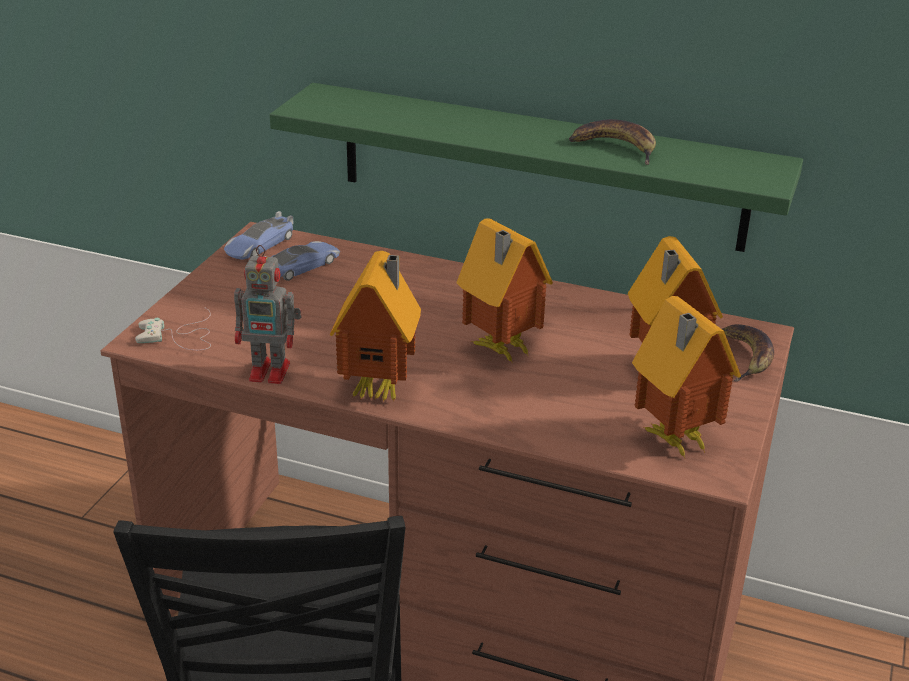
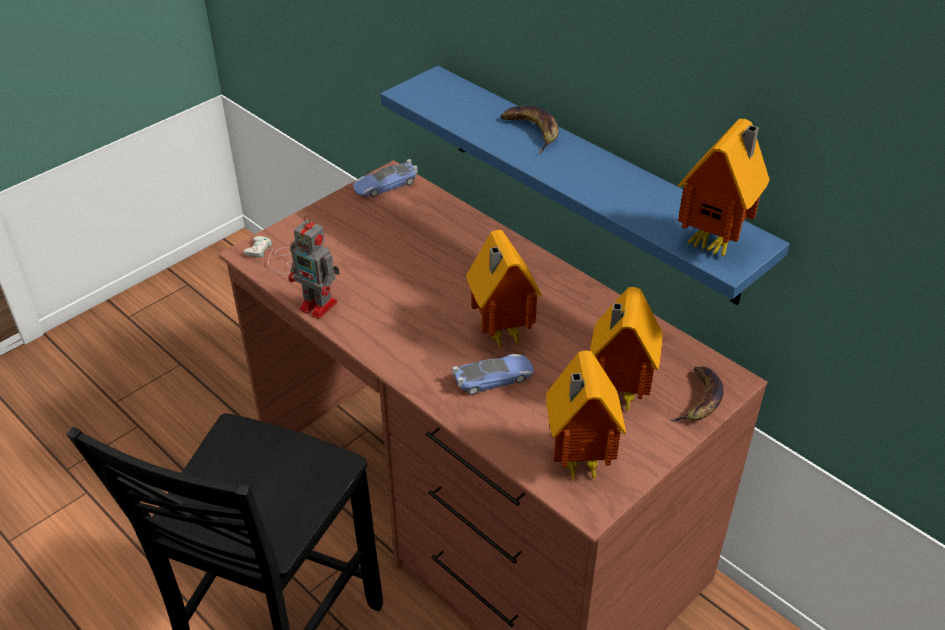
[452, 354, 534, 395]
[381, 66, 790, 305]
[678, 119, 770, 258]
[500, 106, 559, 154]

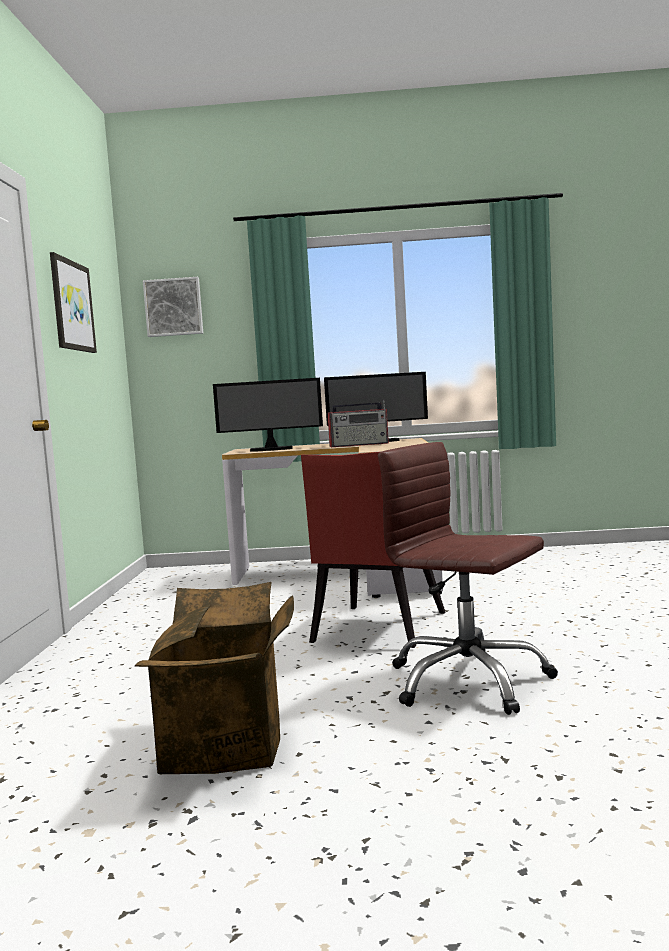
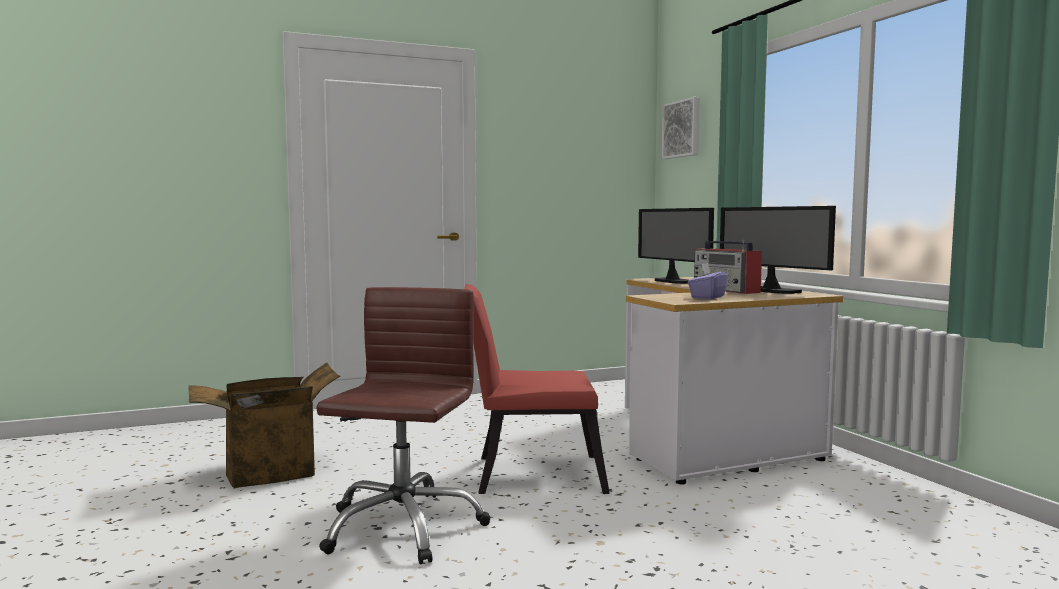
[50, 252, 97, 353] (first image)
[688, 263, 728, 299]

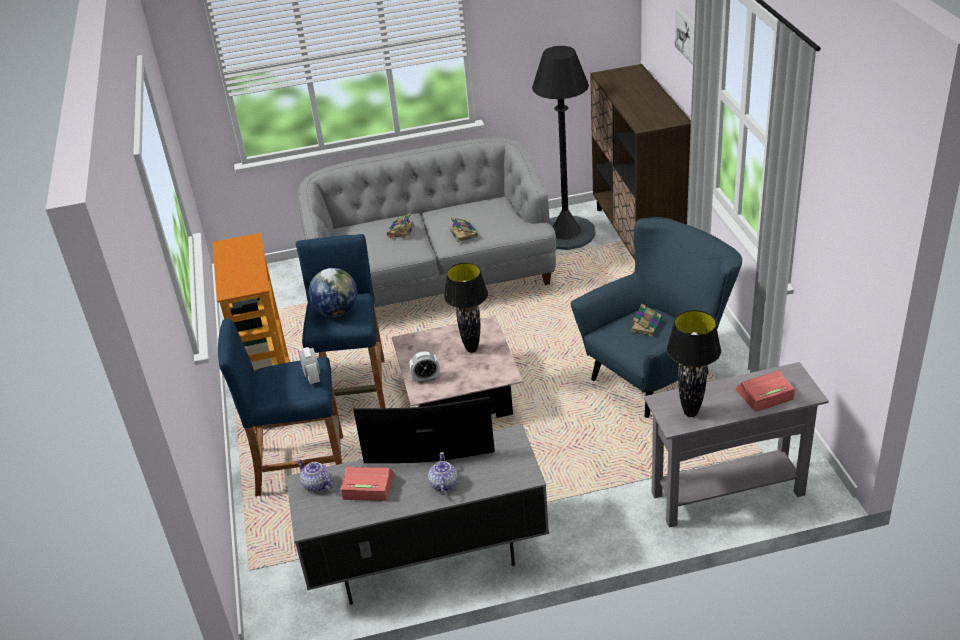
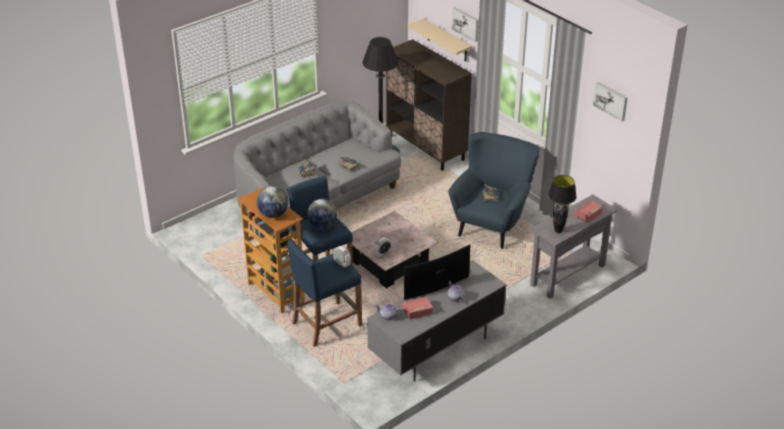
[444, 263, 488, 353] (first image)
[257, 186, 288, 218]
[408, 19, 473, 62]
[593, 82, 628, 121]

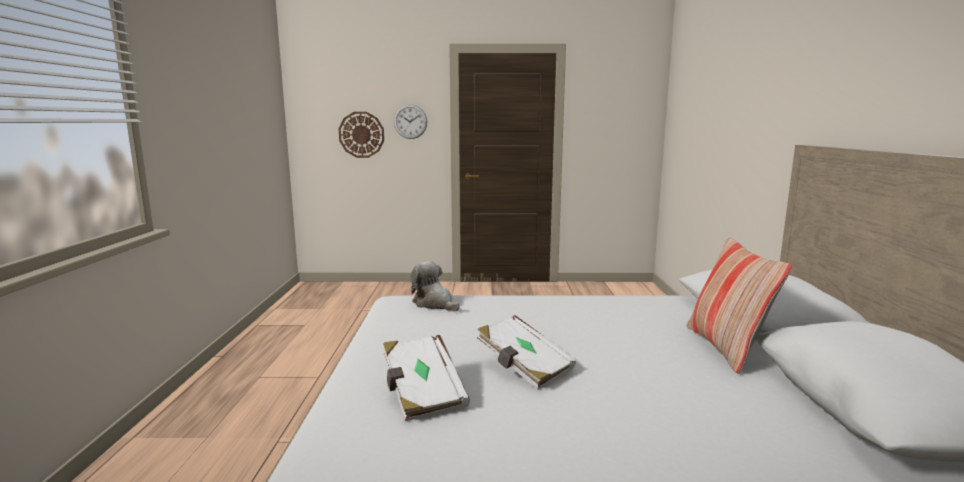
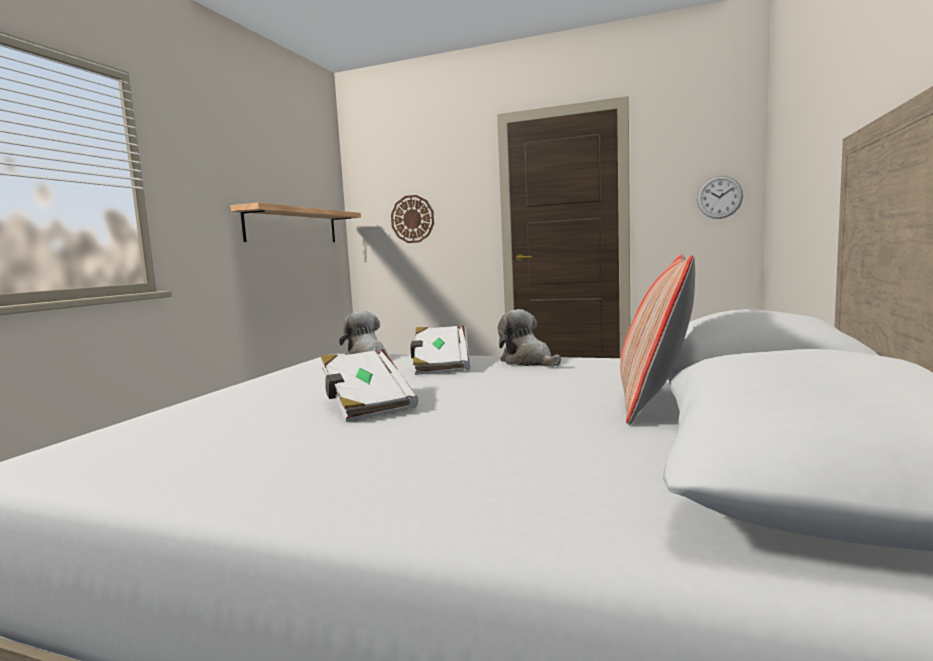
[410, 326, 470, 375]
[697, 176, 743, 219]
[230, 202, 361, 242]
[497, 309, 561, 367]

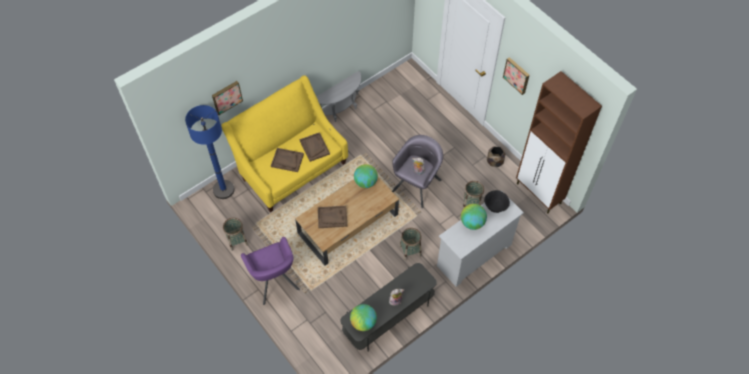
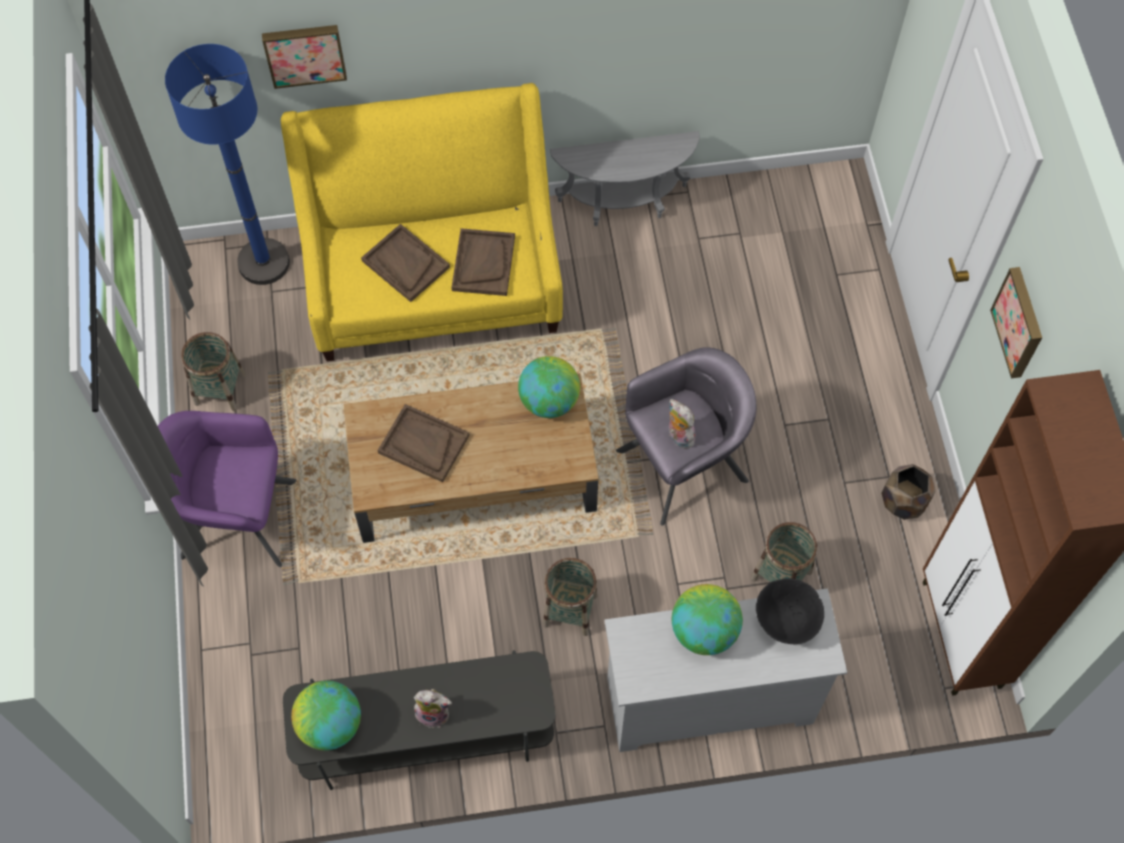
[158, 411, 296, 567]

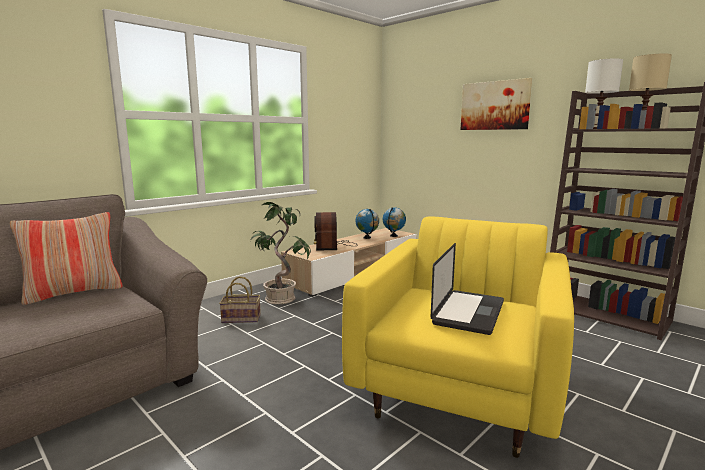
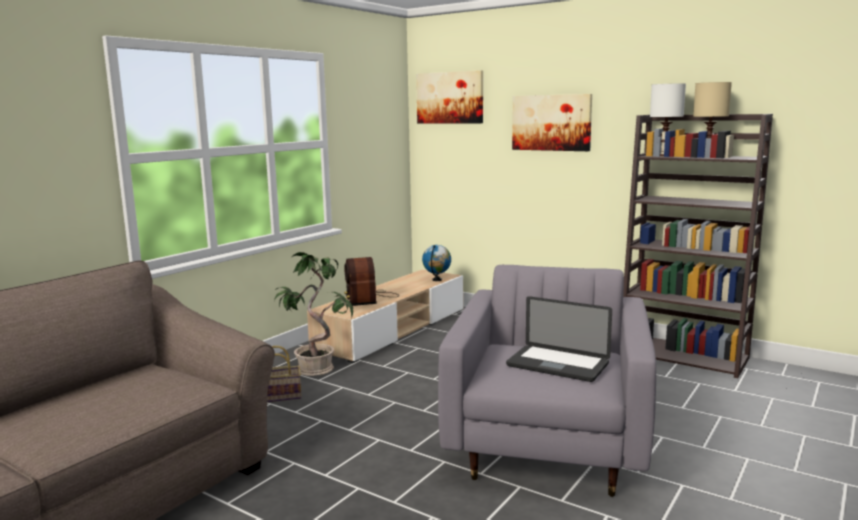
[10, 212, 123, 305] (first image)
[438, 265, 656, 497]
[355, 209, 379, 239] (first image)
[506, 296, 612, 382]
[416, 70, 483, 124]

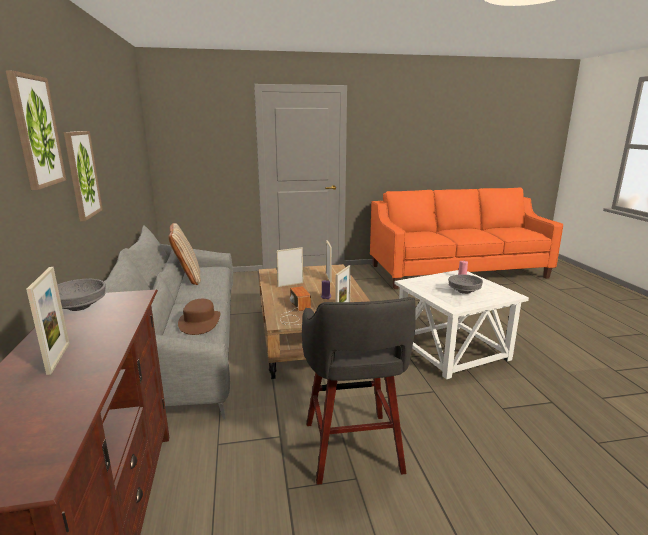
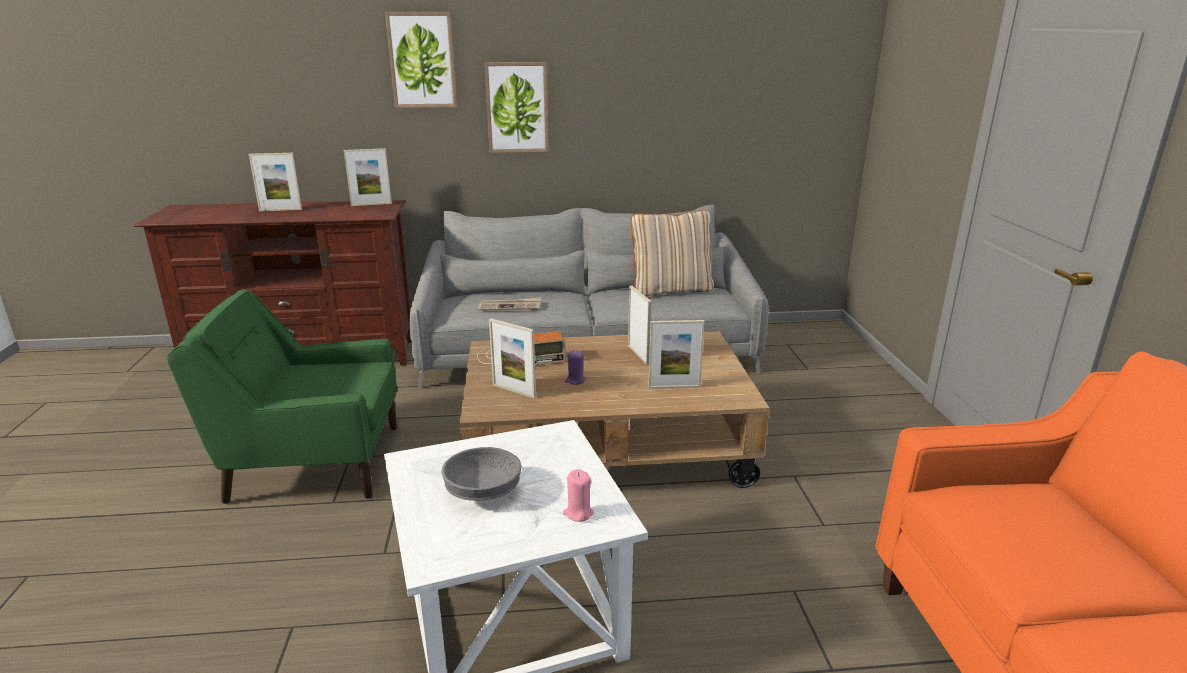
[344, 148, 392, 206]
[478, 297, 541, 311]
[167, 289, 397, 504]

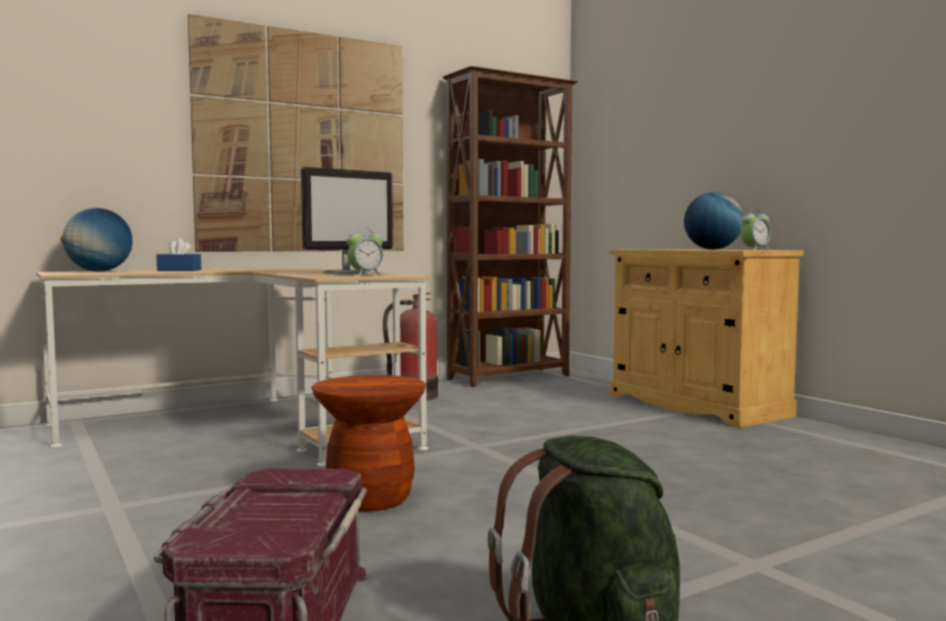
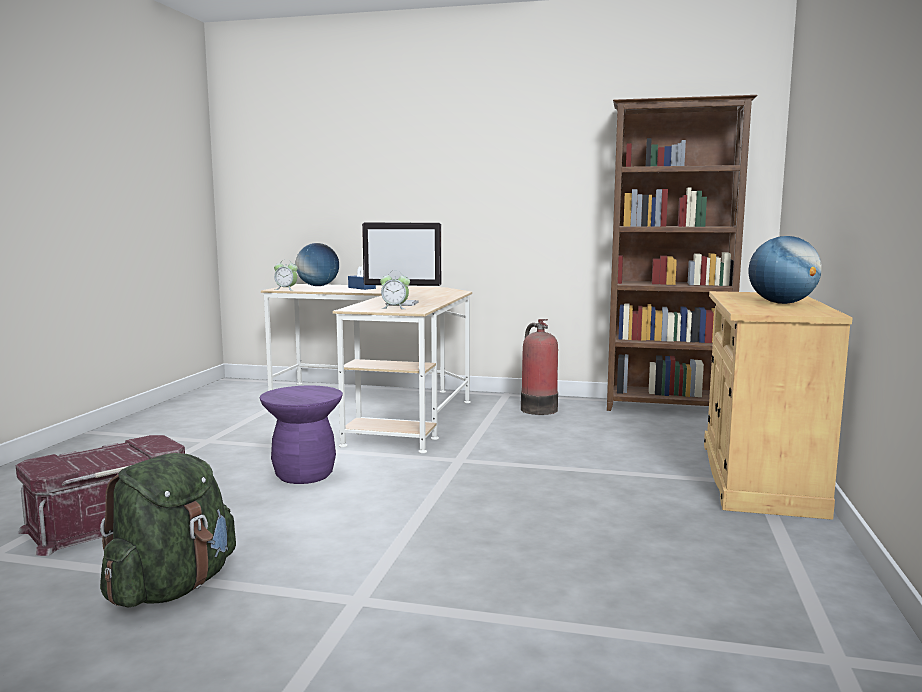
[188, 14, 404, 252] (first image)
[259, 385, 343, 484]
[274, 259, 298, 290]

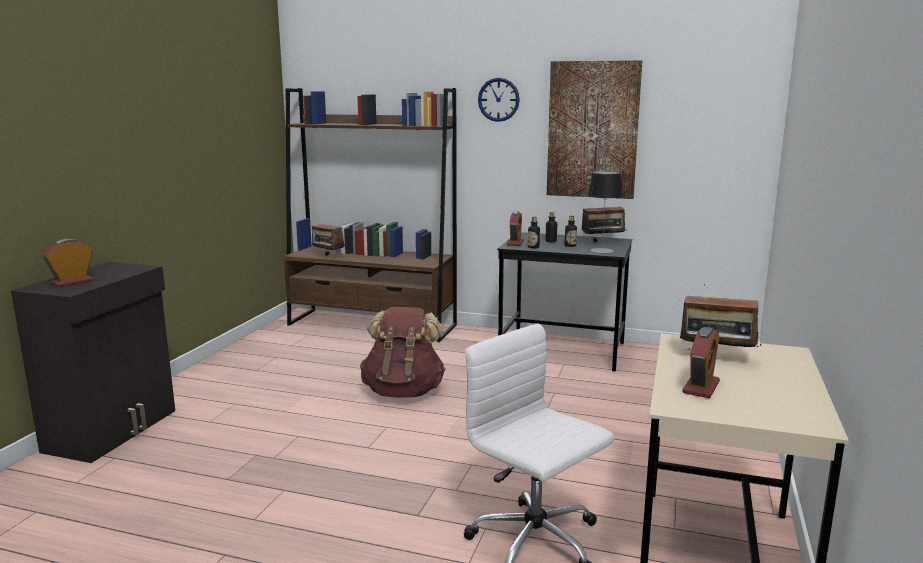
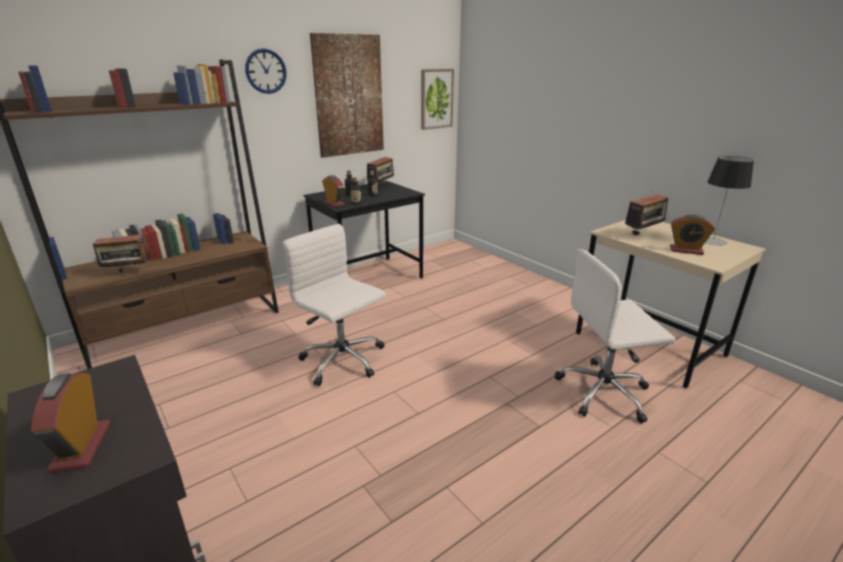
[283, 224, 386, 386]
[705, 156, 754, 246]
[670, 214, 715, 255]
[421, 69, 454, 130]

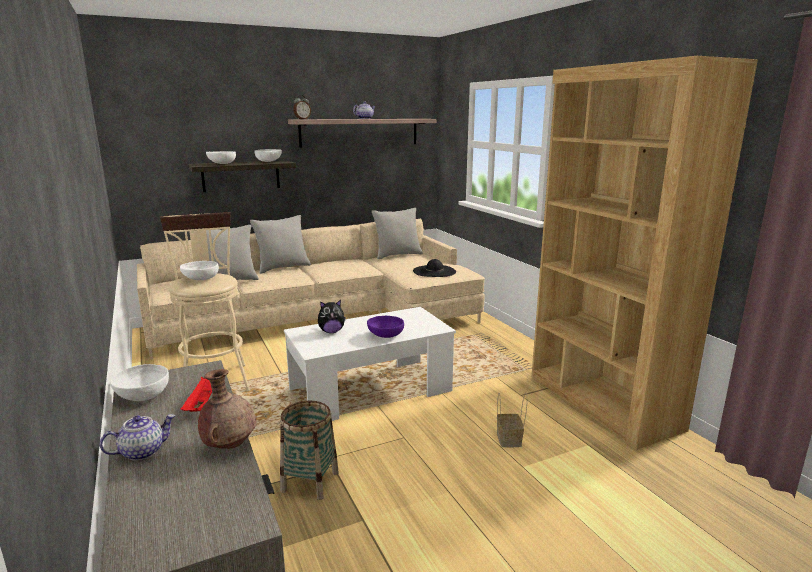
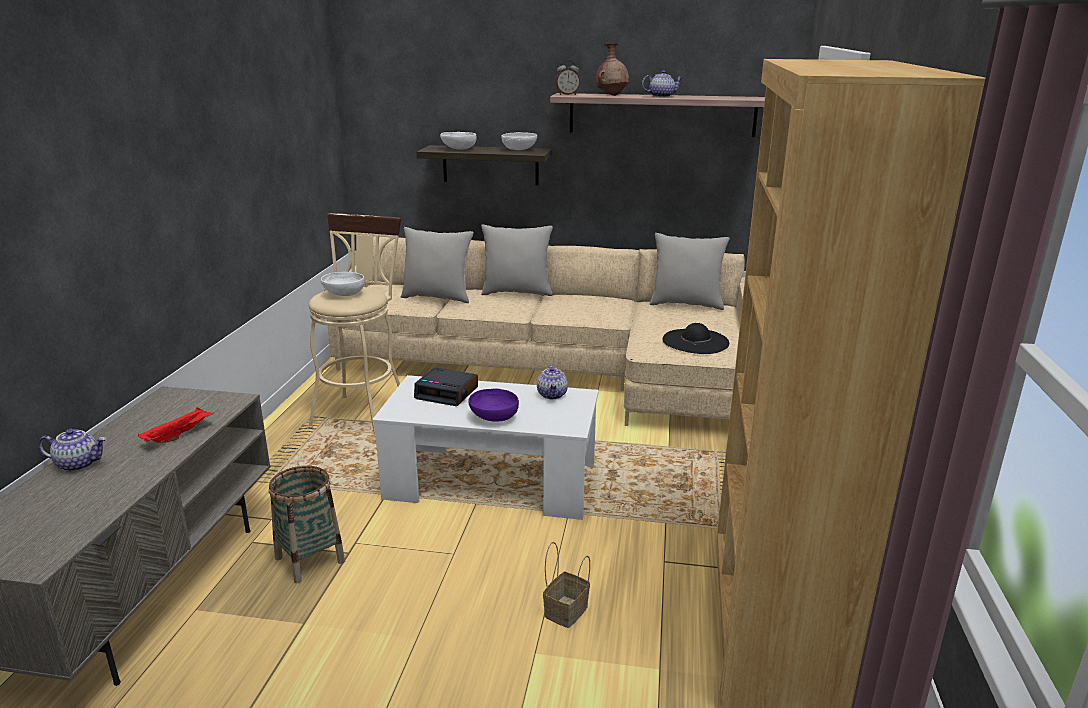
[110, 364, 169, 401] (first image)
[596, 43, 629, 96]
[414, 368, 478, 406]
[537, 364, 568, 399]

